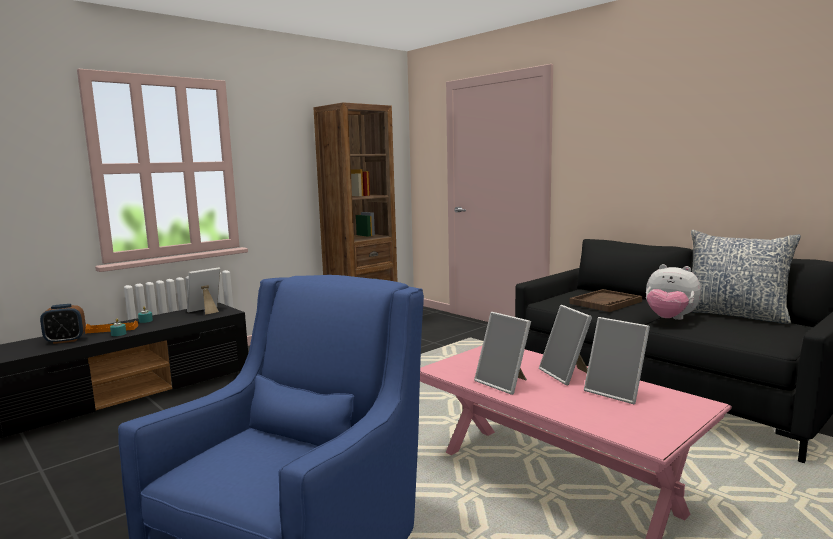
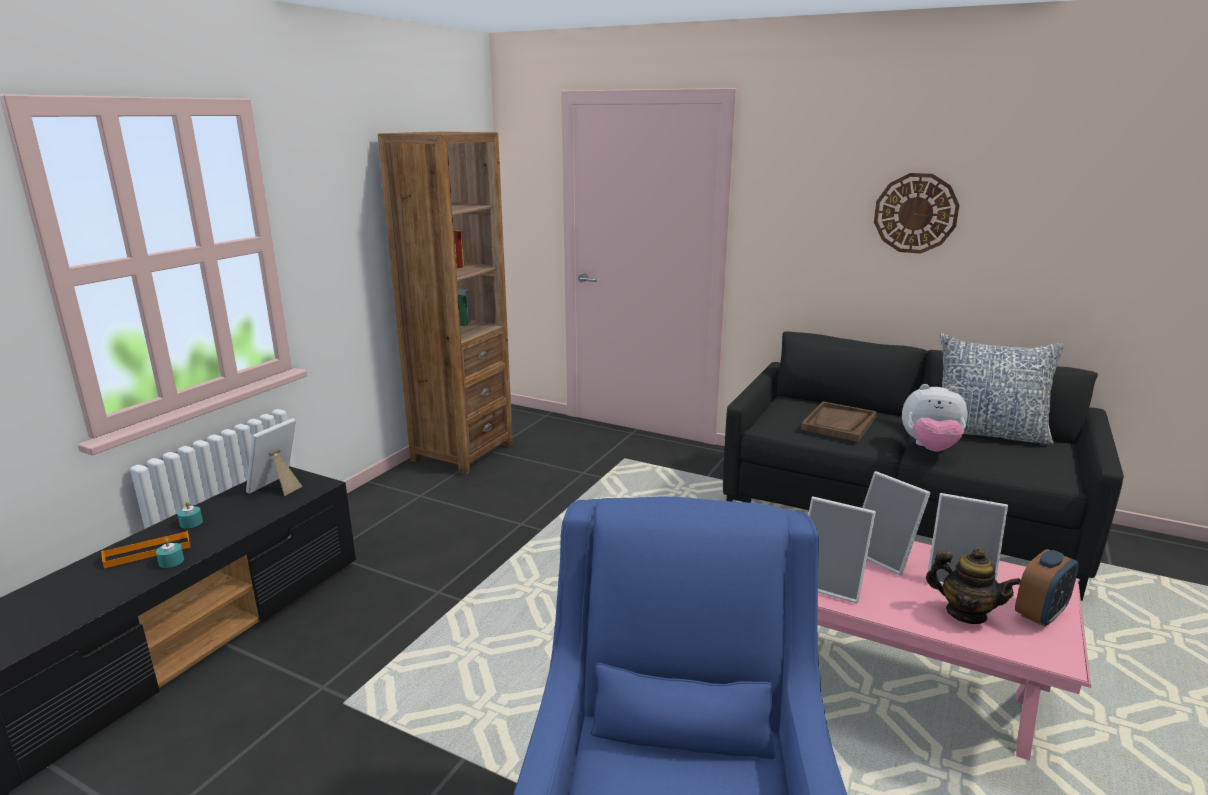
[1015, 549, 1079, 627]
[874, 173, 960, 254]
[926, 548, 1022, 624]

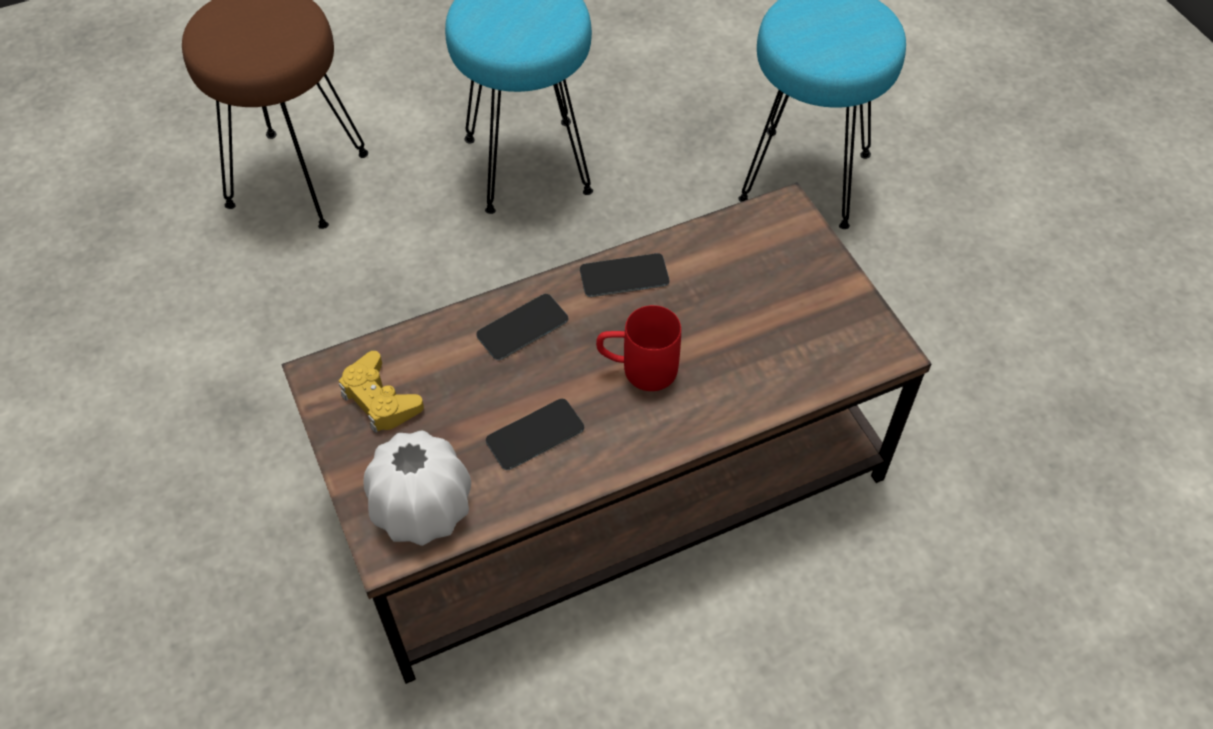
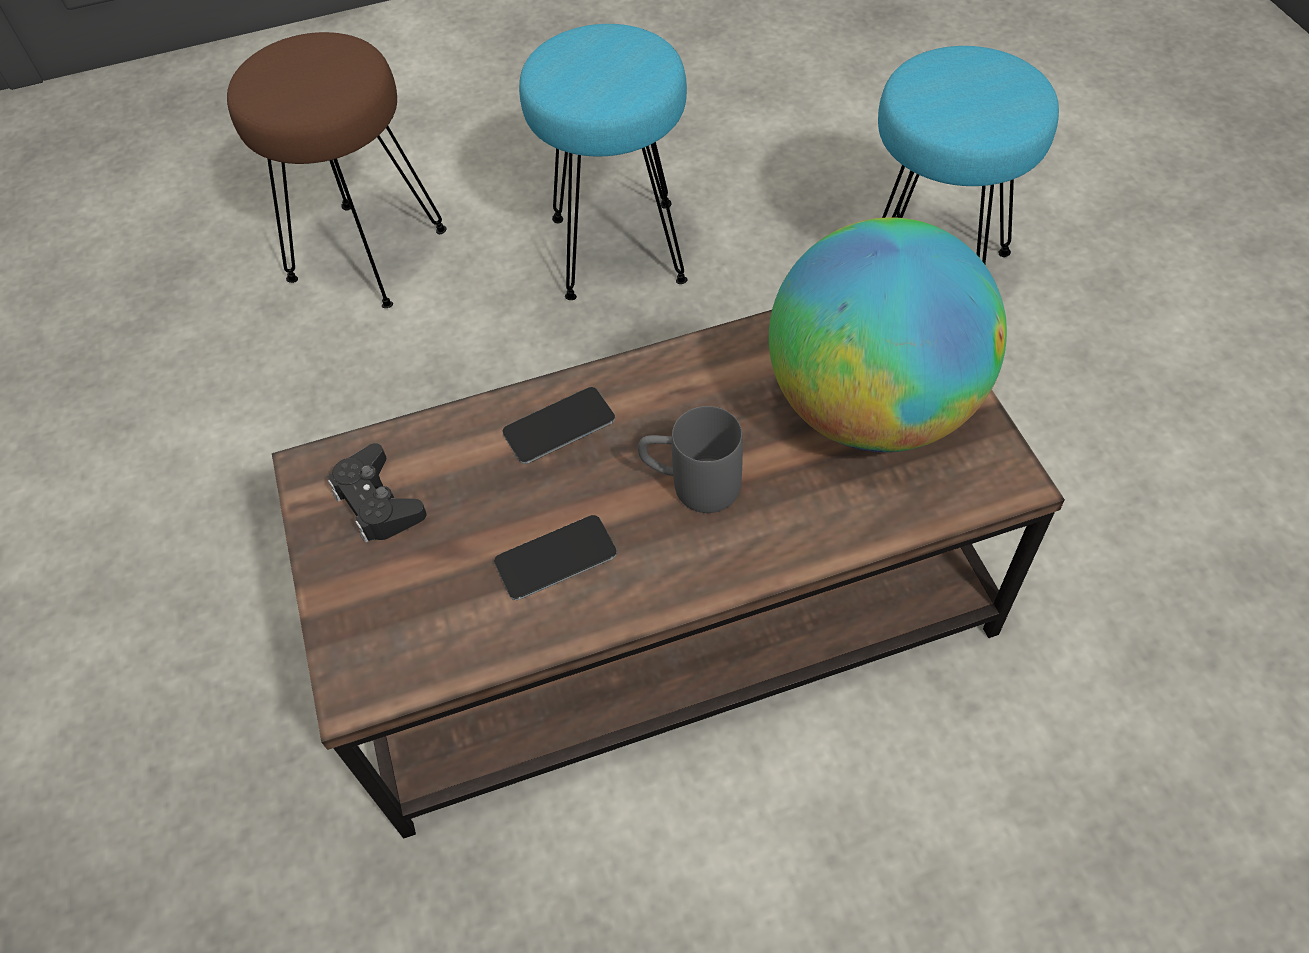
[328, 443, 427, 543]
[363, 430, 471, 546] (first image)
[580, 253, 669, 297] (first image)
[638, 406, 743, 513]
[769, 217, 1007, 452]

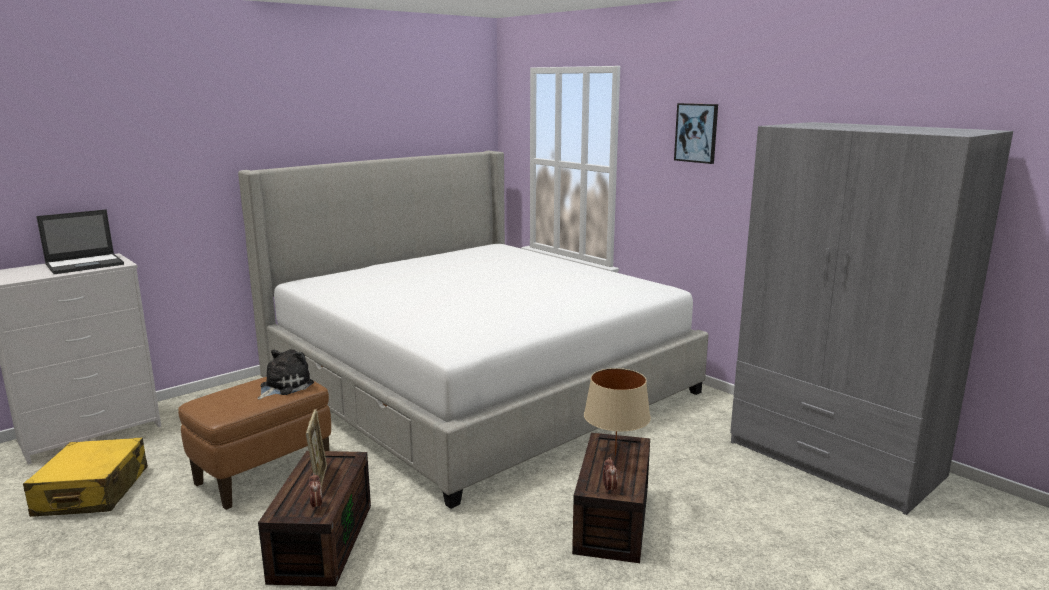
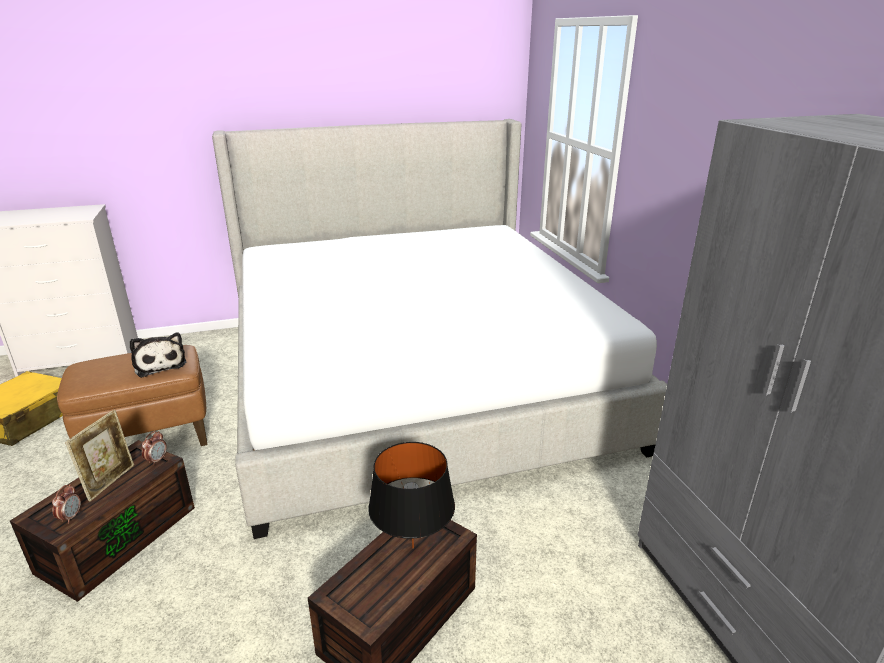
[36, 209, 124, 274] (first image)
[130, 333, 186, 378]
[368, 442, 455, 548]
[142, 431, 167, 464]
[674, 103, 718, 164] (first image)

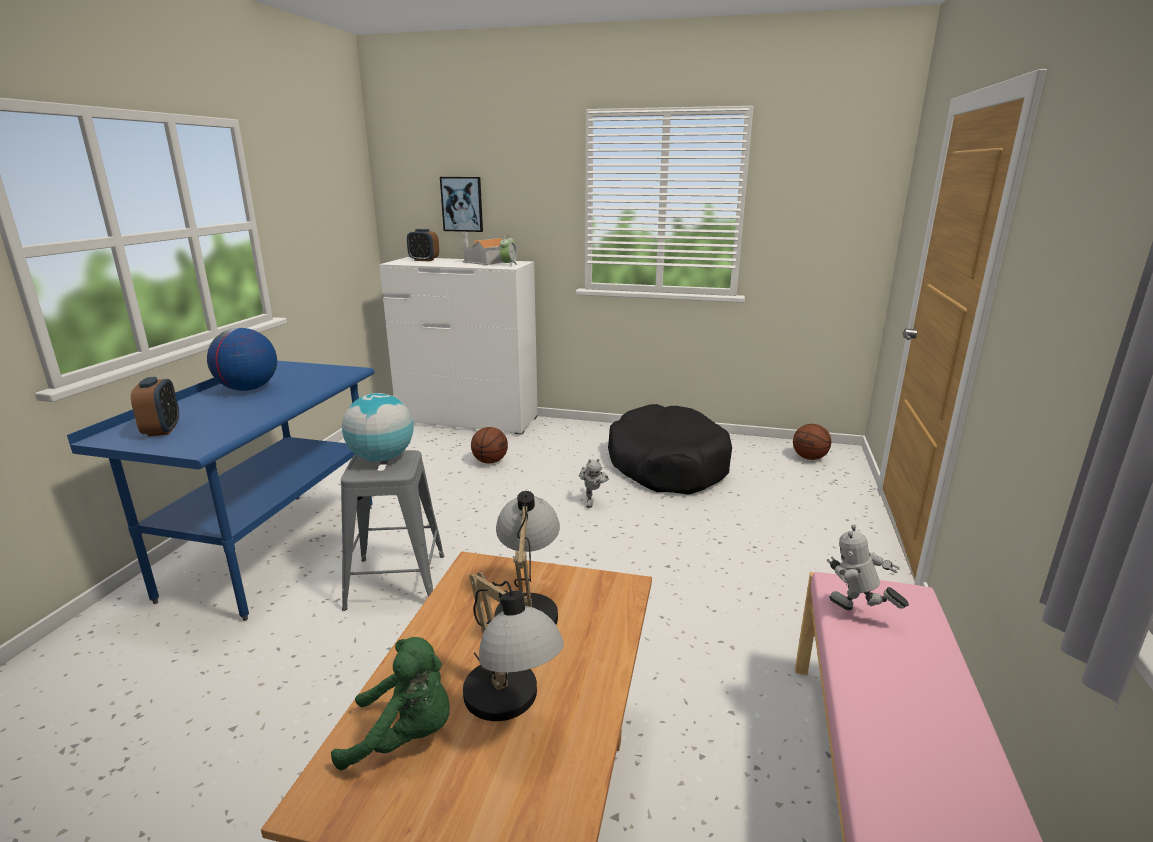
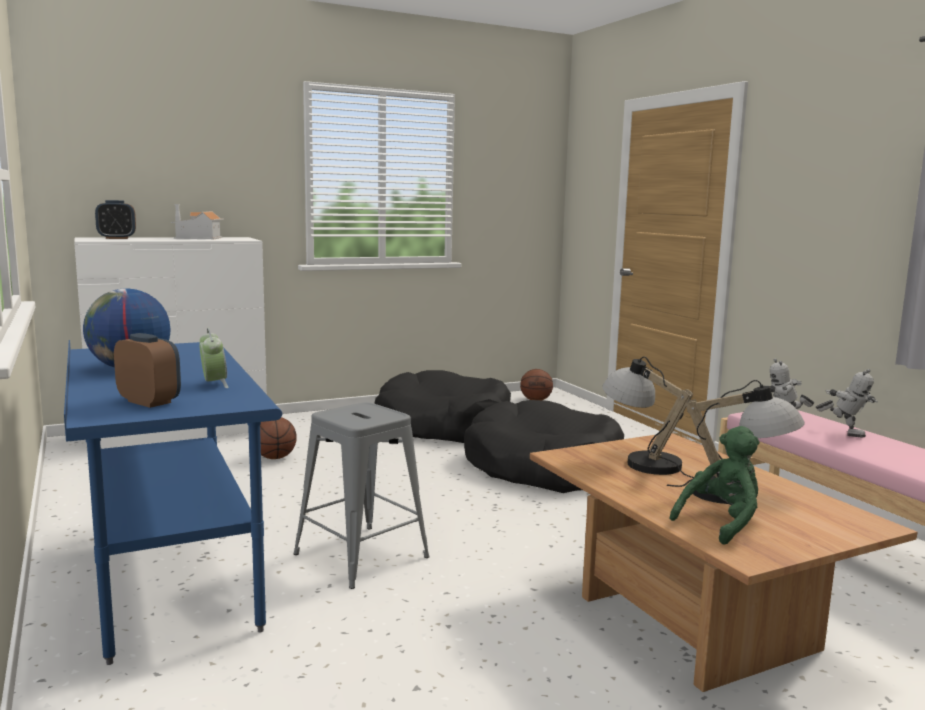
[342, 393, 414, 462] (first image)
[440, 177, 483, 232] (first image)
[199, 328, 228, 388]
[816, 369, 878, 437]
[464, 400, 624, 493]

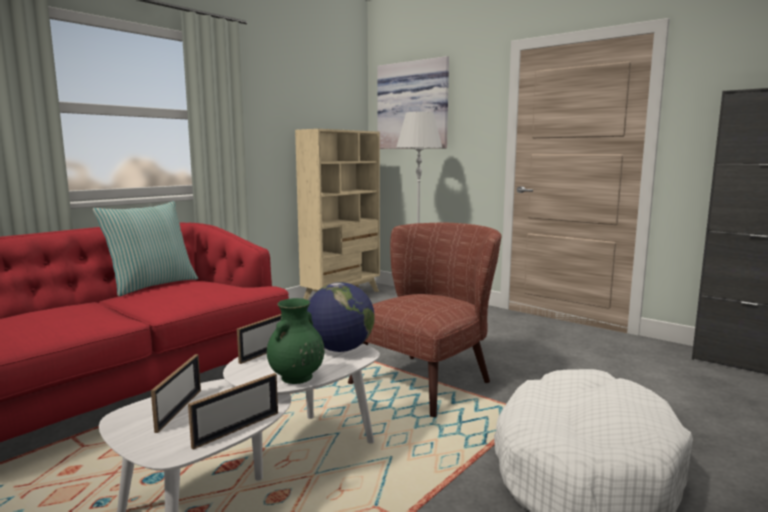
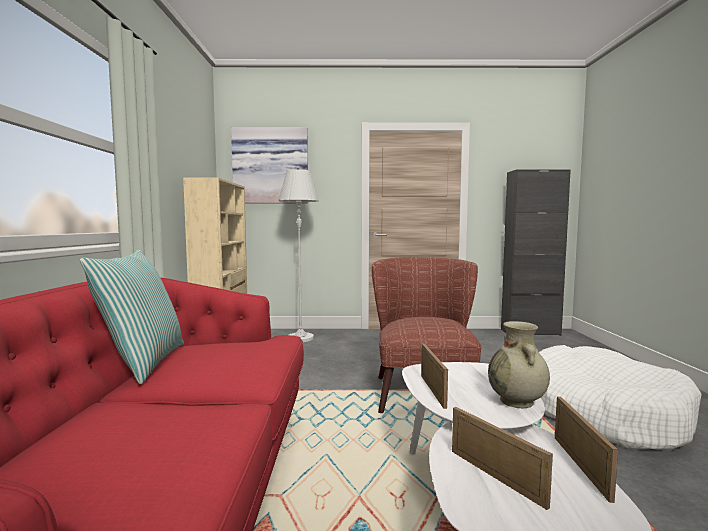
[488, 321, 550, 408]
[307, 282, 375, 352] (first image)

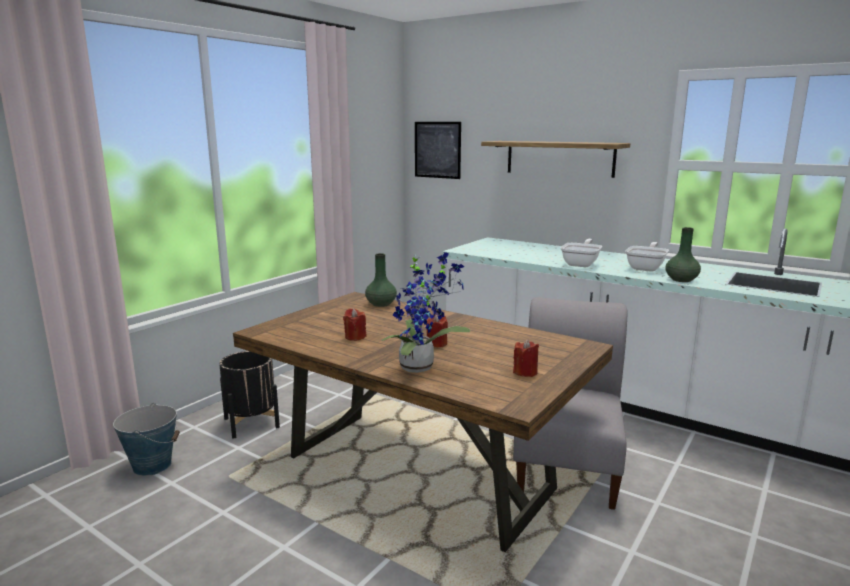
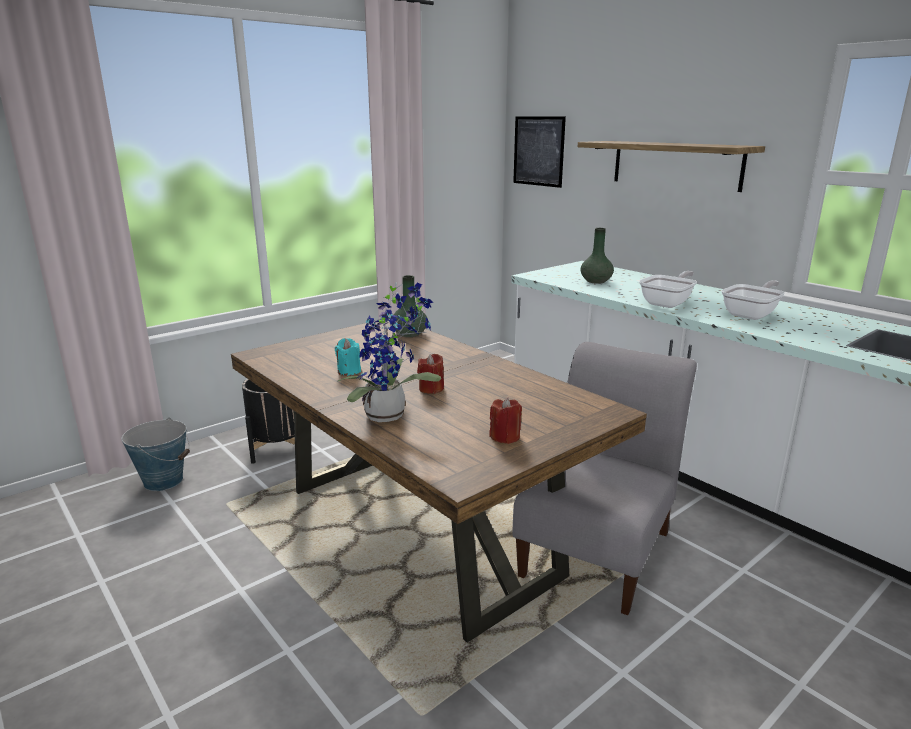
[335, 338, 361, 376]
[580, 228, 614, 284]

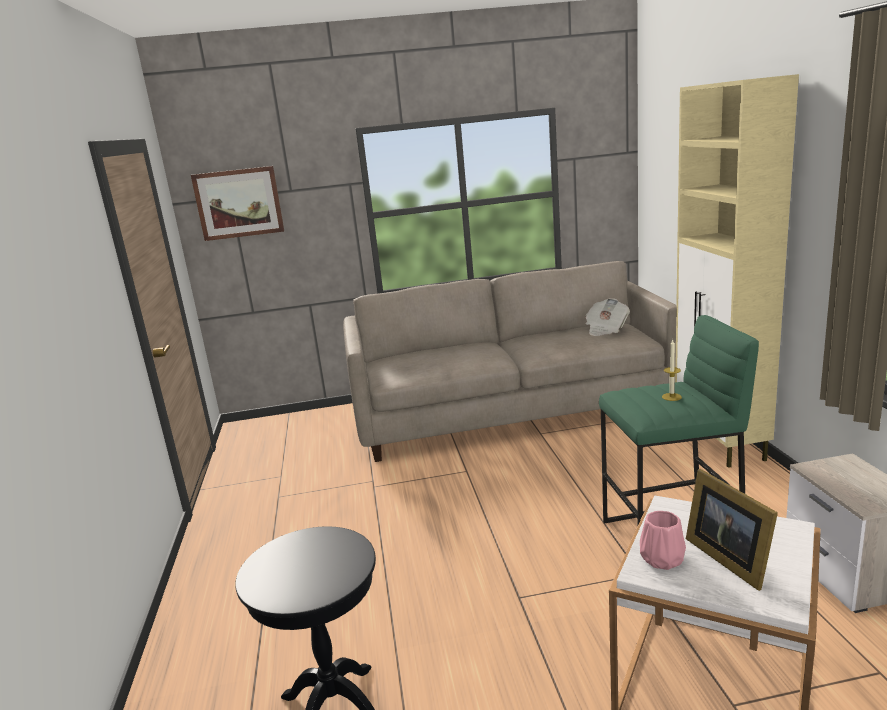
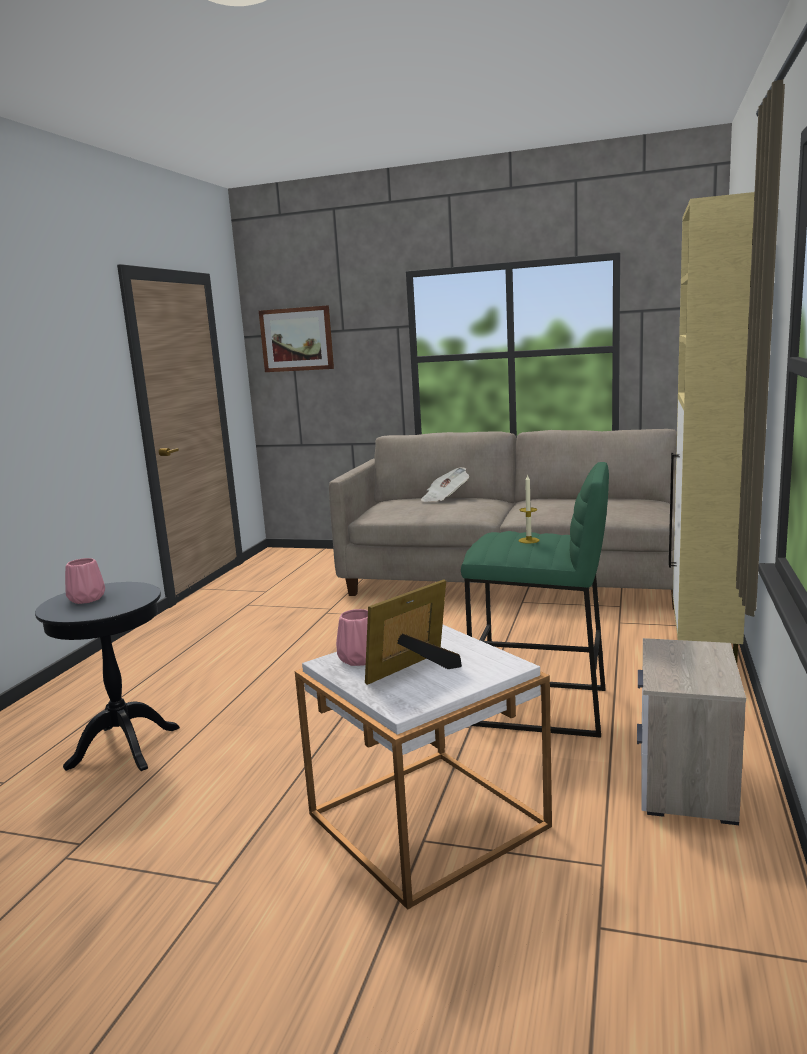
[421, 467, 469, 502]
[365, 579, 462, 685]
[65, 558, 105, 604]

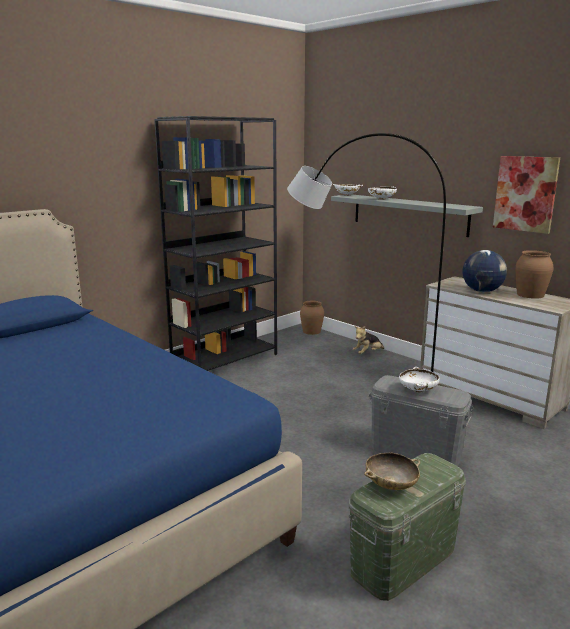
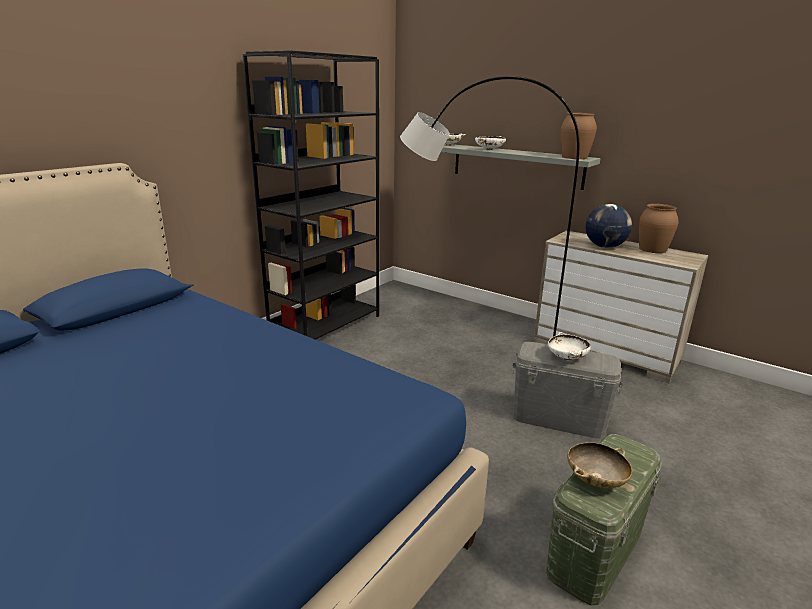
[561, 113, 597, 159]
[353, 326, 384, 354] (first image)
[493, 156, 560, 234] (first image)

